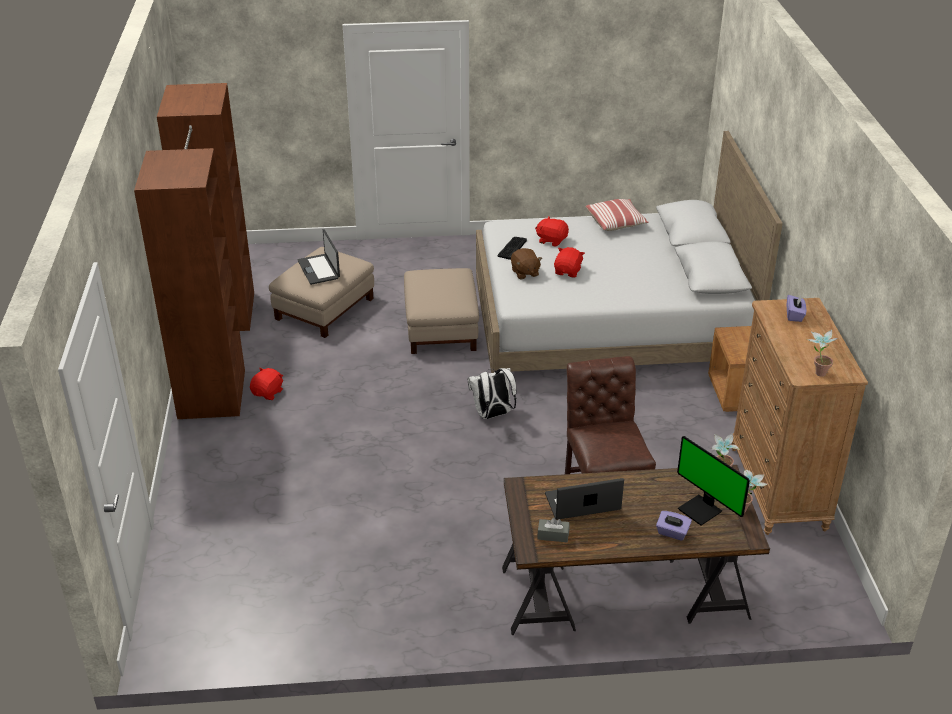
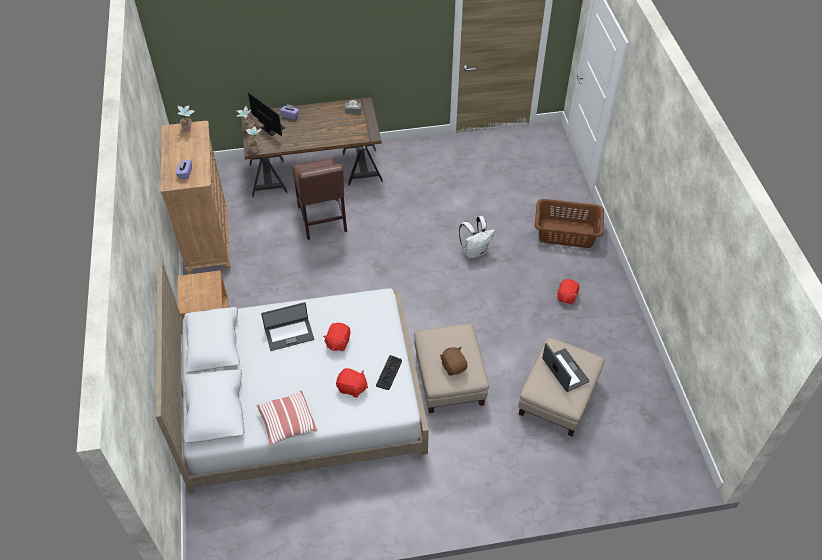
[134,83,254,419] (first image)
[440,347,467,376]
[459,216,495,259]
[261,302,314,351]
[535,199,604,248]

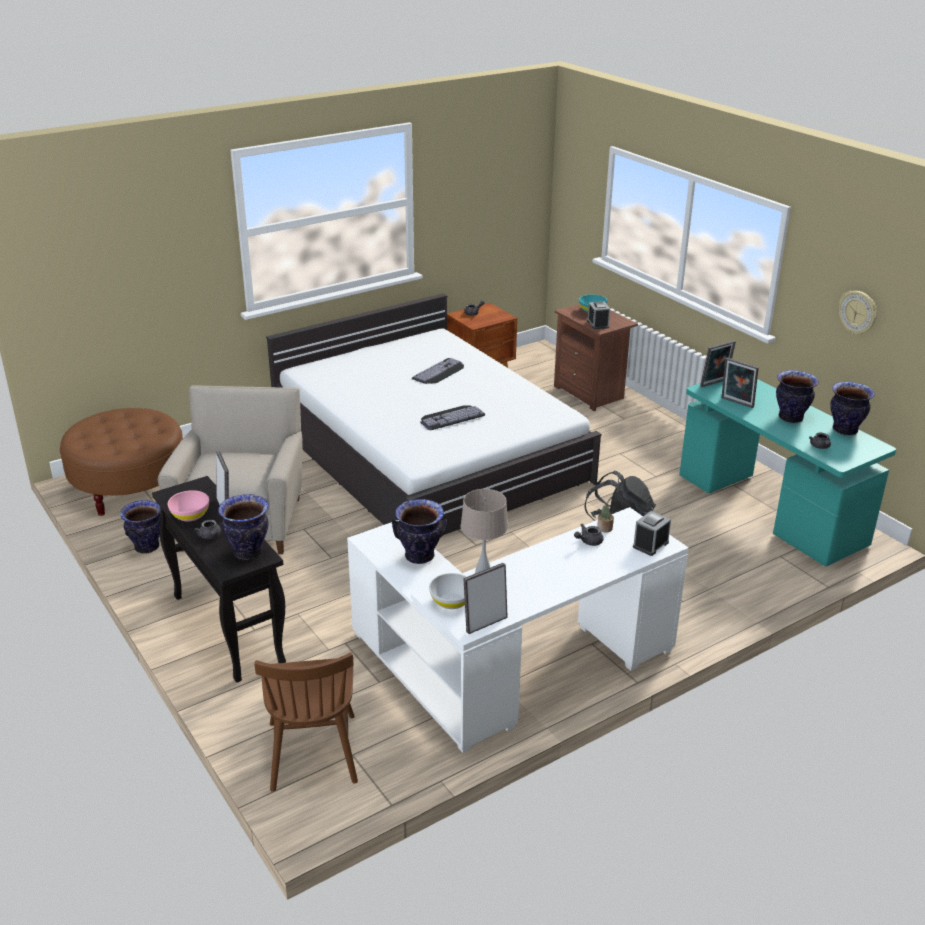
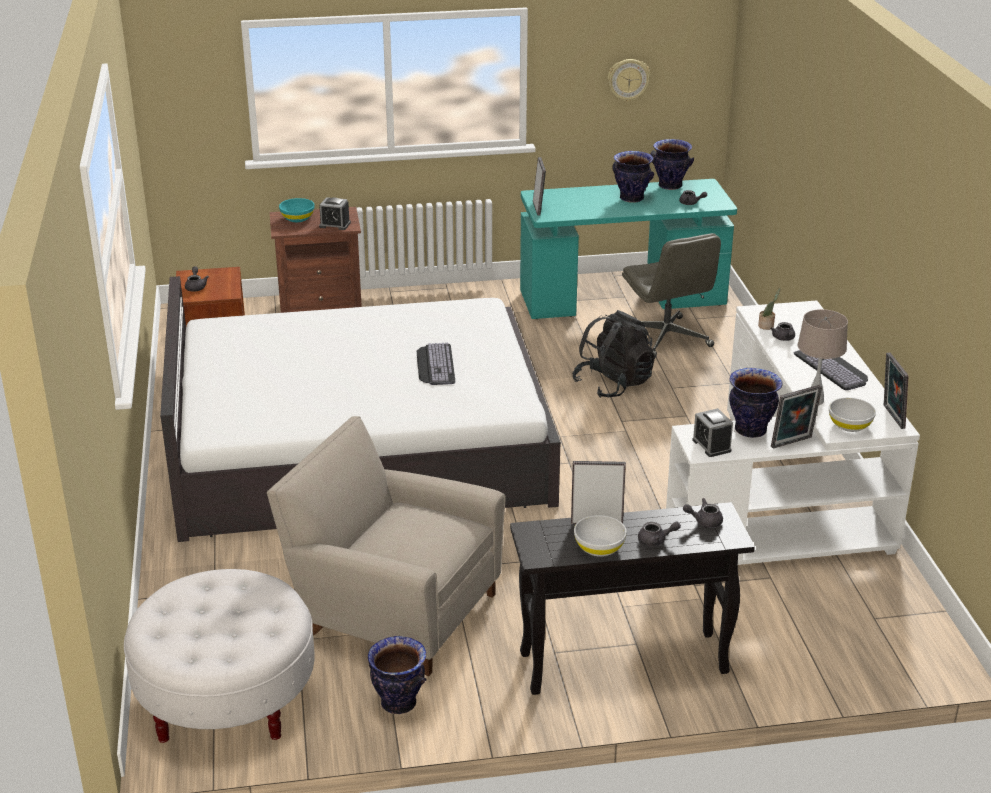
[794,350,868,390]
[771,385,822,449]
[124,569,315,743]
[574,515,627,557]
[683,498,723,528]
[692,408,733,457]
[254,652,358,792] (first image)
[622,233,721,358]

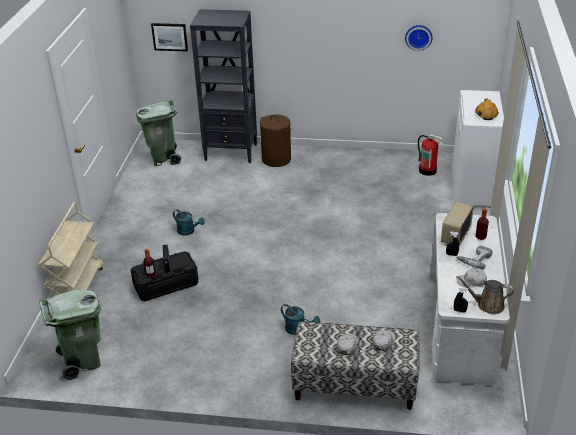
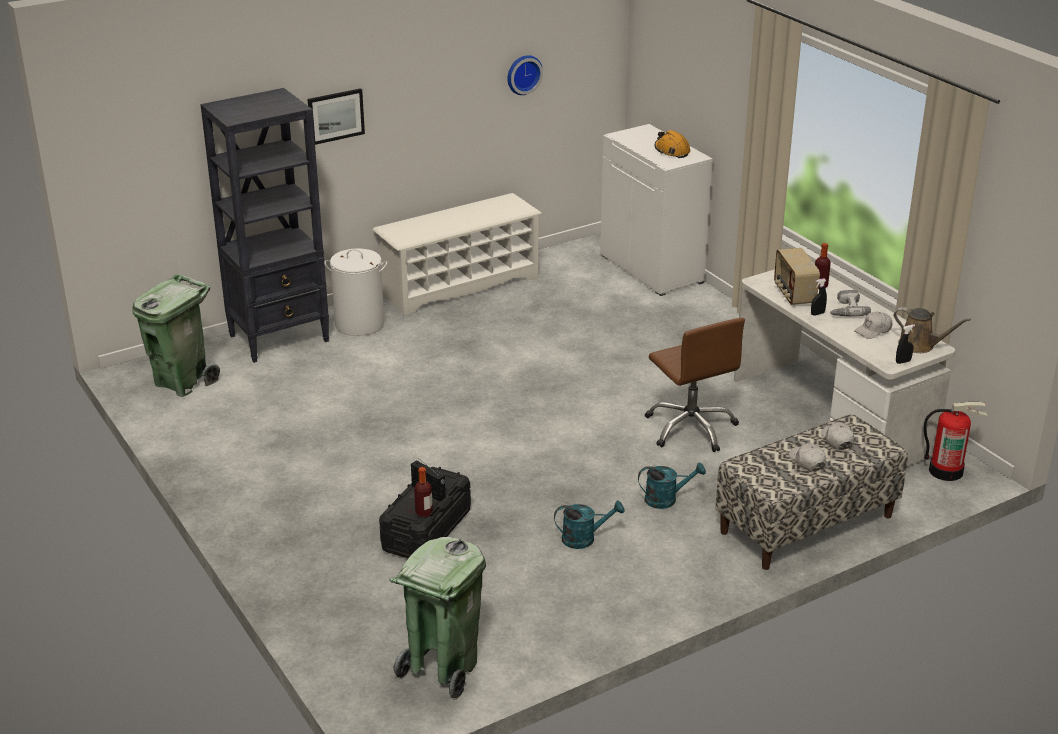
[308,88,365,145]
[325,248,388,336]
[924,402,988,481]
[38,202,103,297] (first image)
[554,500,624,549]
[894,307,971,353]
[373,193,541,316]
[645,318,745,452]

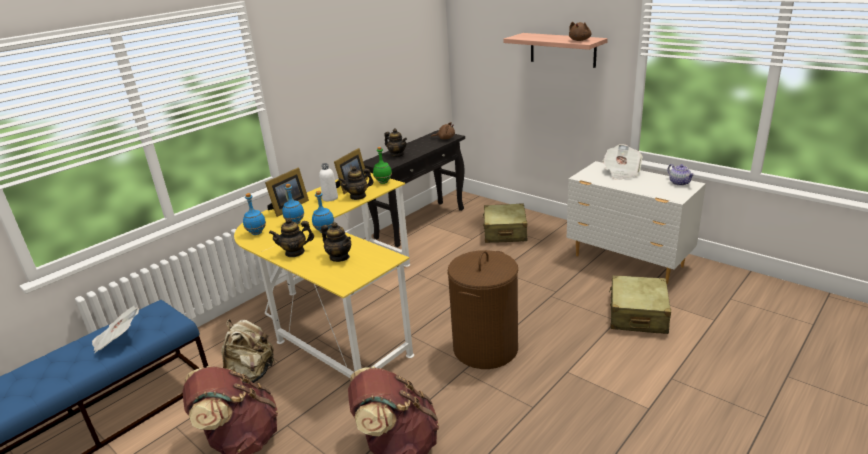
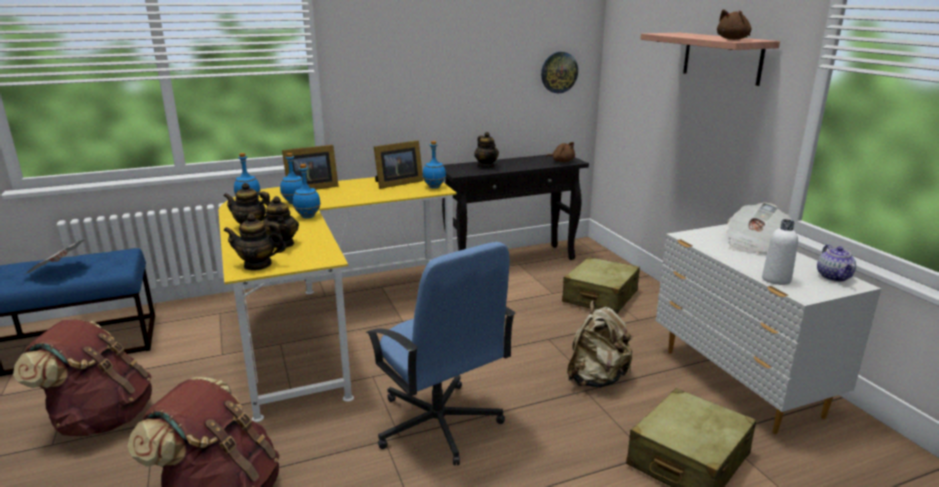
[422,141,446,188]
[762,219,798,285]
[223,214,286,271]
[366,242,516,465]
[567,301,633,387]
[541,52,578,93]

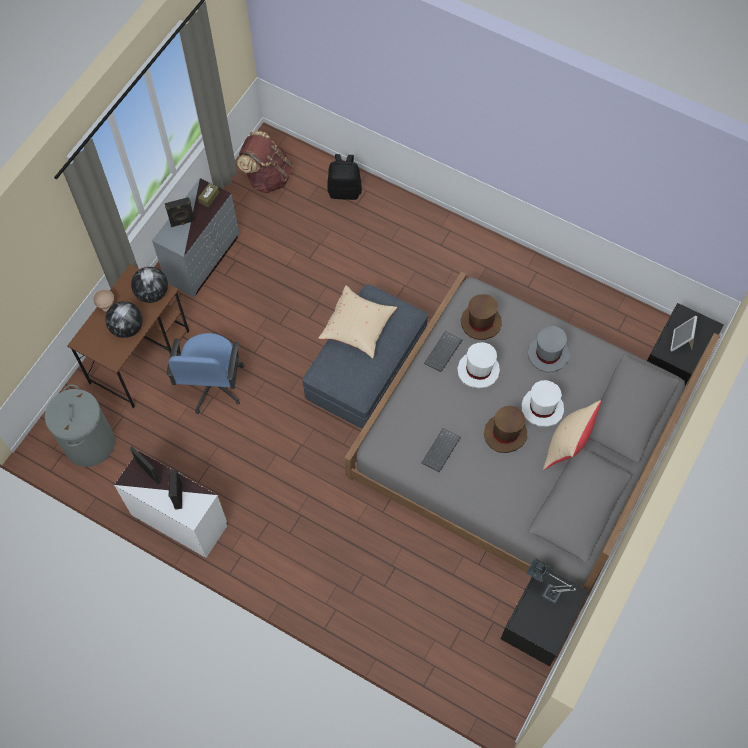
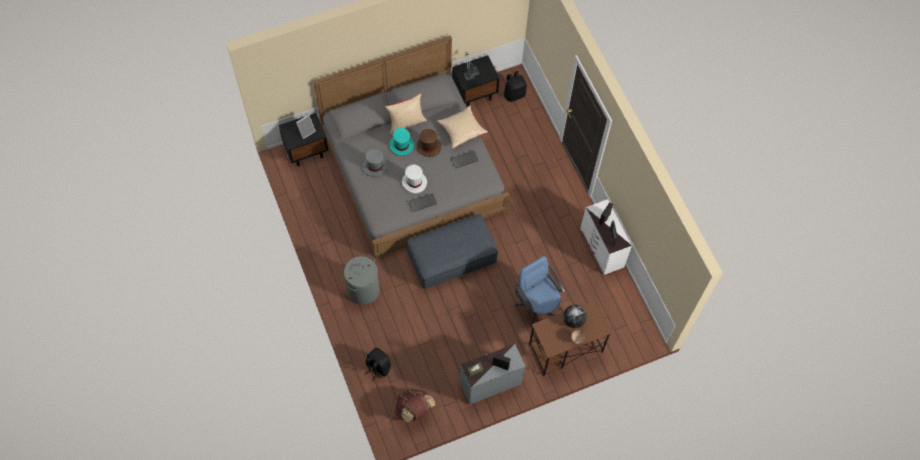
[131,267,168,303] (first image)
[437,106,488,148]
[461,294,502,340] (first image)
[515,256,565,327]
[389,128,414,156]
[344,255,380,305]
[504,71,527,102]

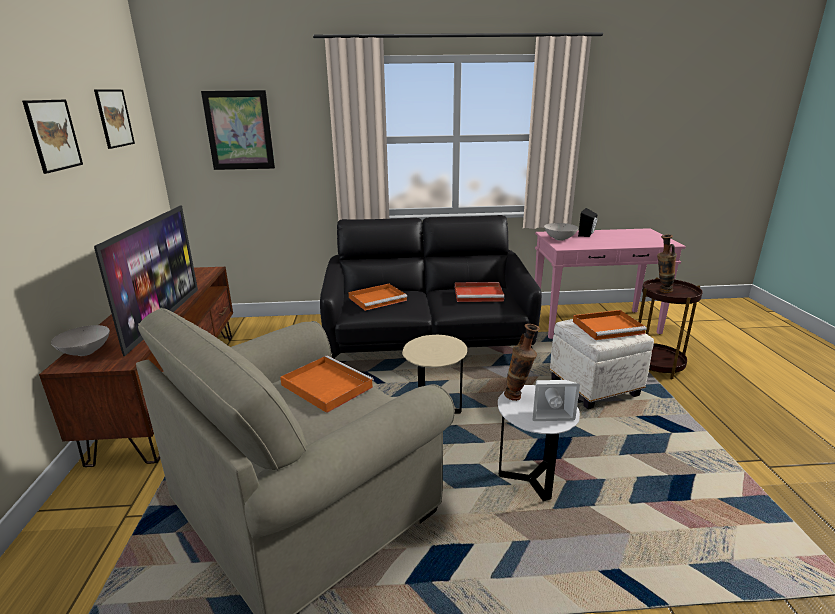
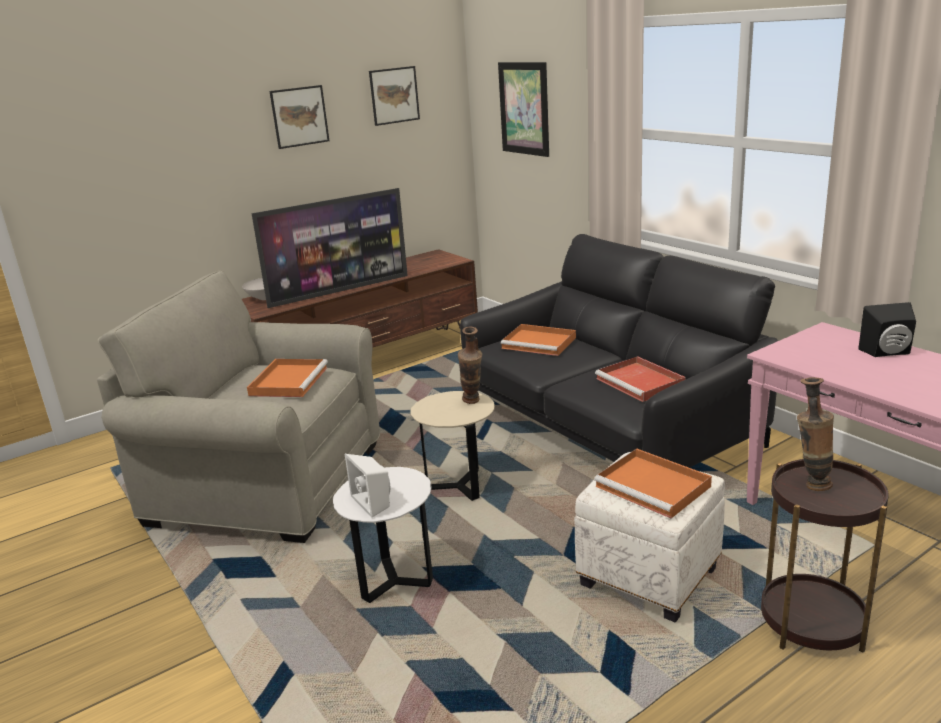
[544,223,578,241] (first image)
[458,327,482,404]

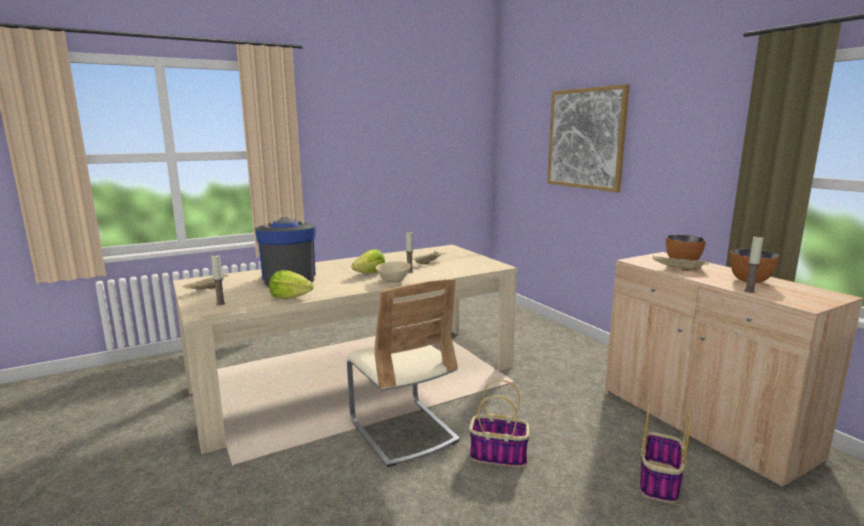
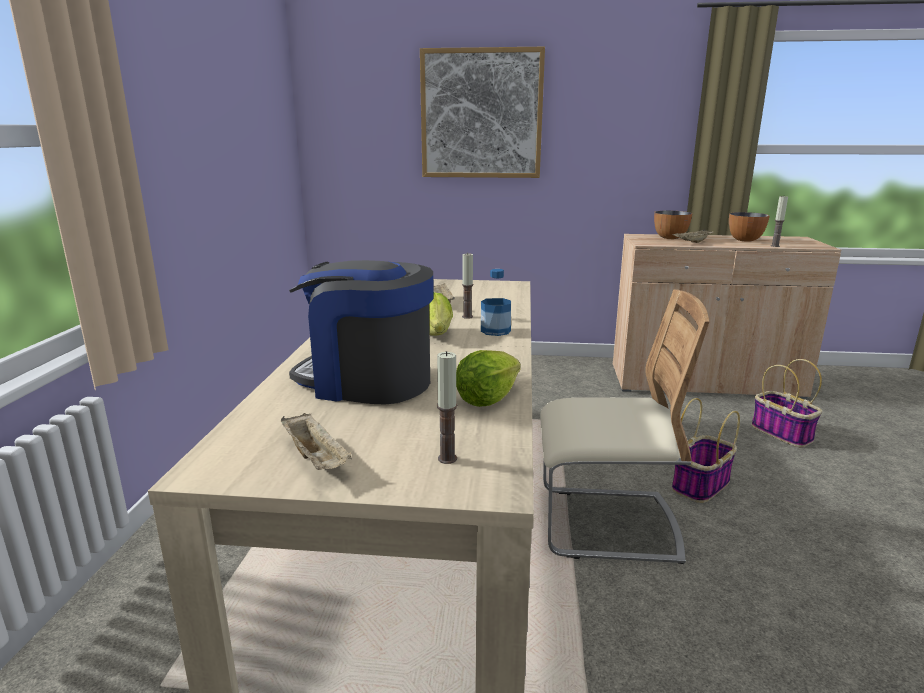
[481,269,511,336]

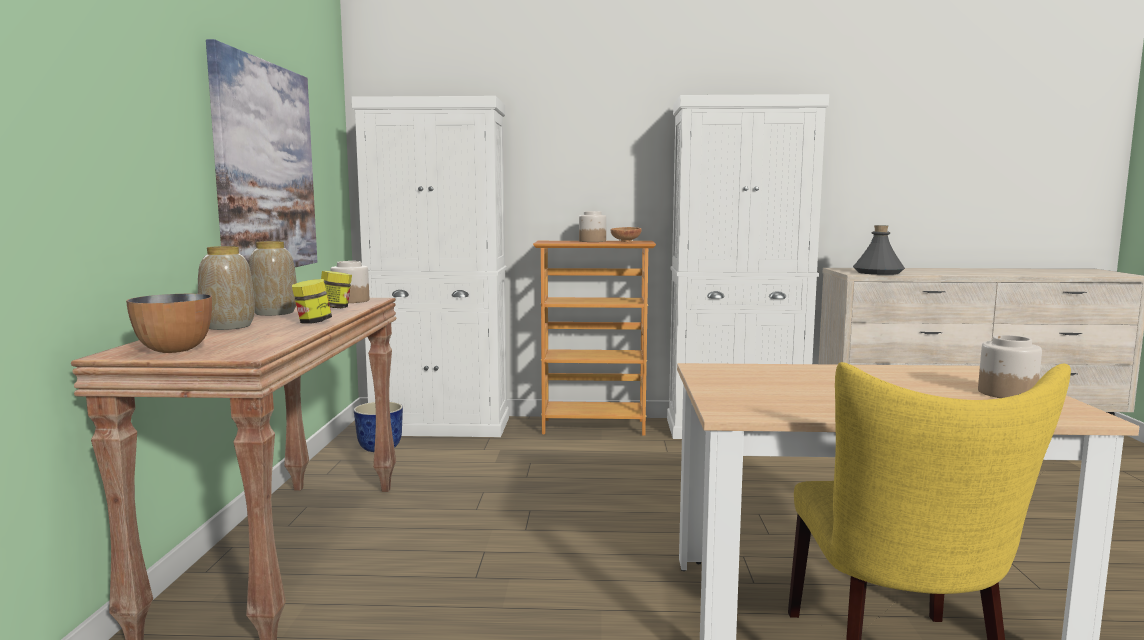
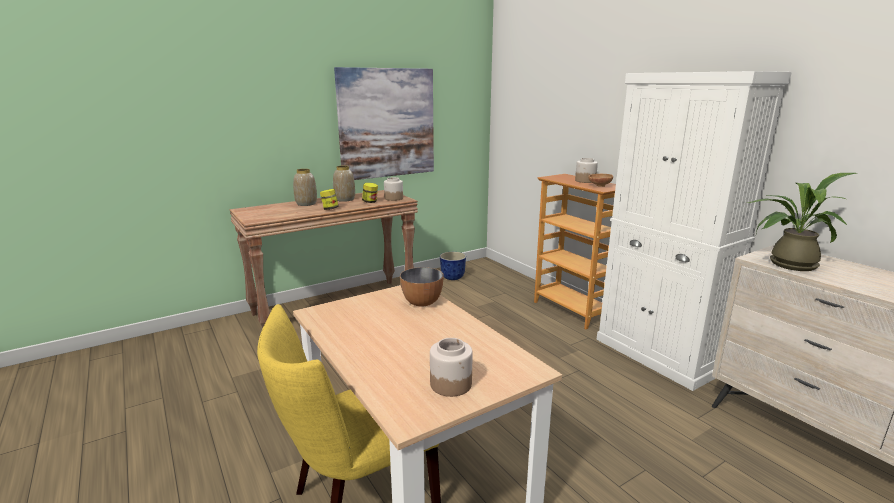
[352,96,509,437] (first image)
[747,173,857,271]
[400,267,443,307]

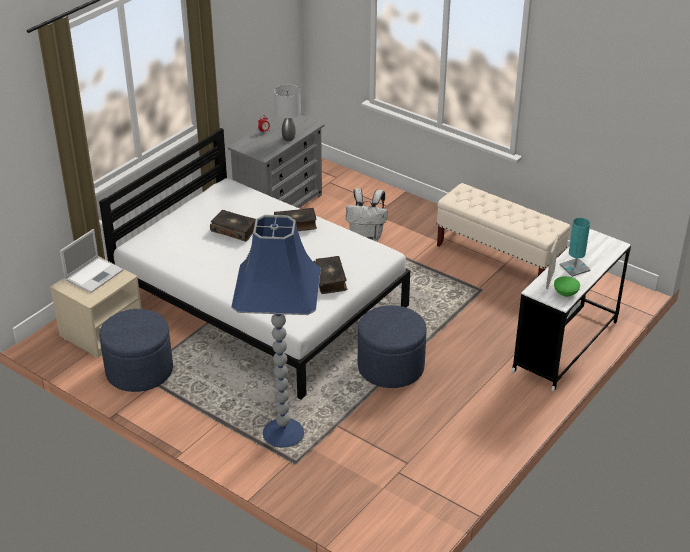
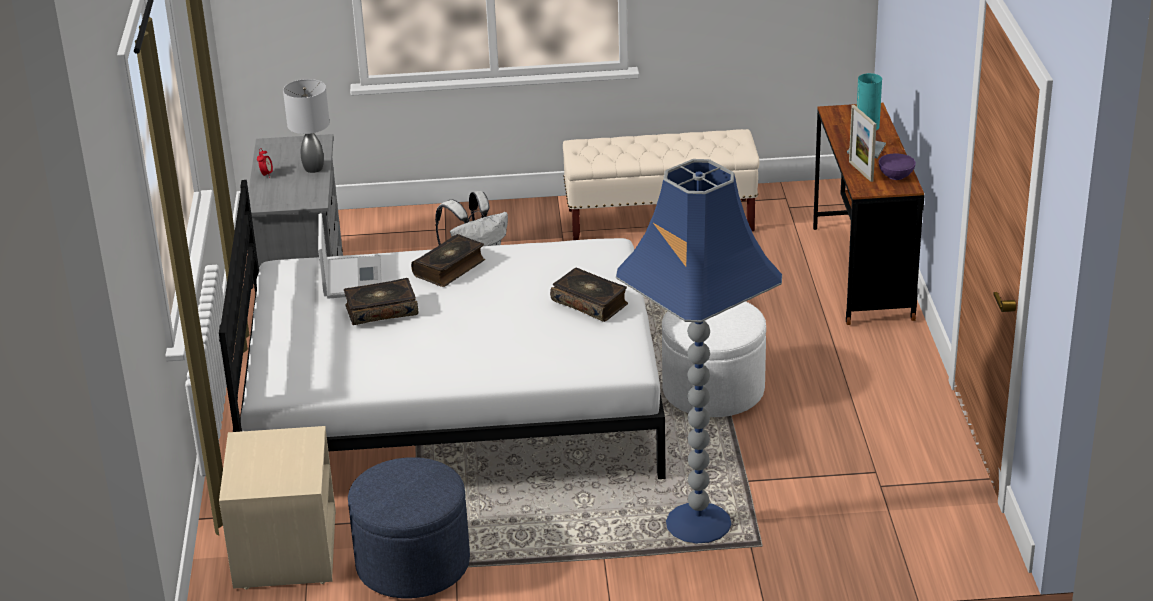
[813,103,924,325]
[318,213,382,299]
[879,154,916,180]
[662,301,766,417]

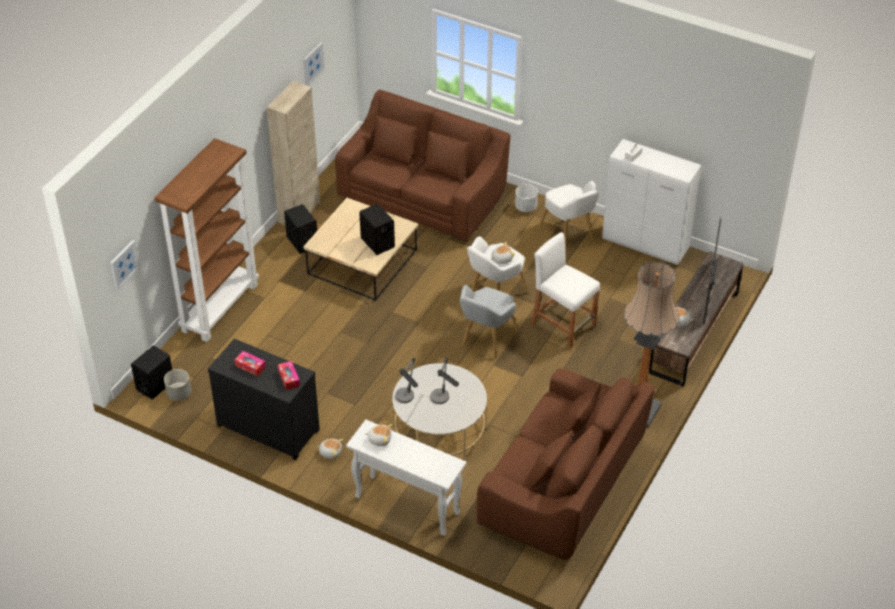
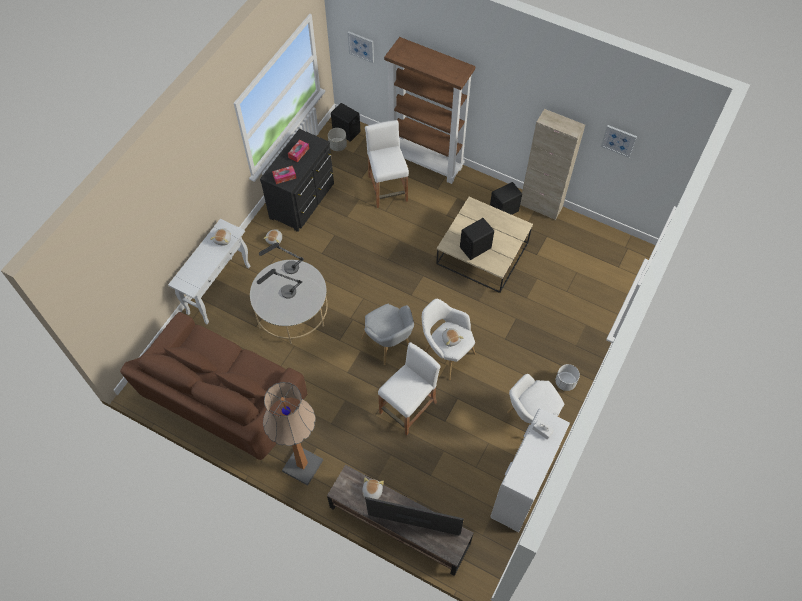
[335,90,510,241] (first image)
[361,304,414,365]
[365,120,409,208]

